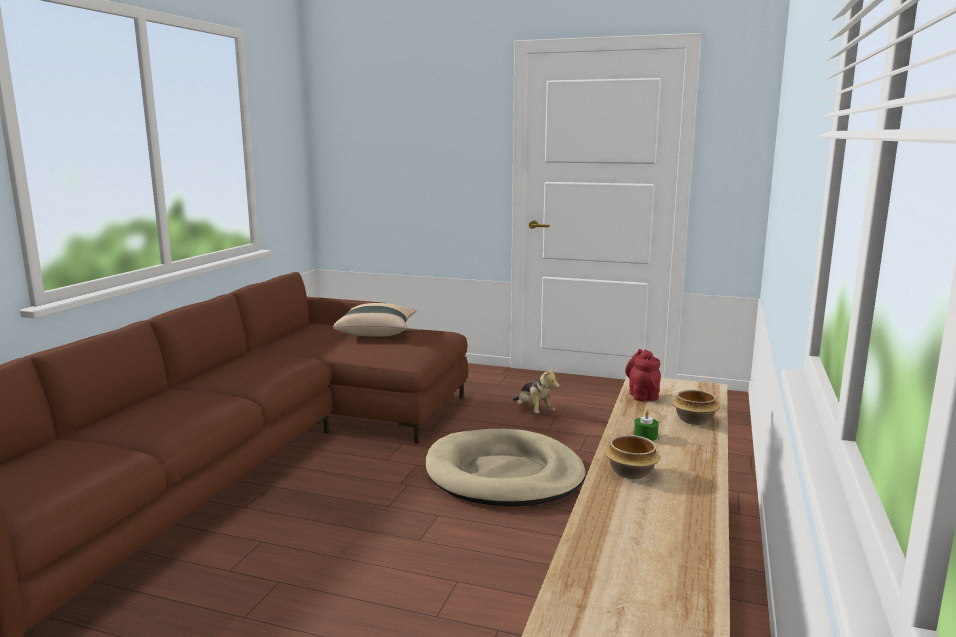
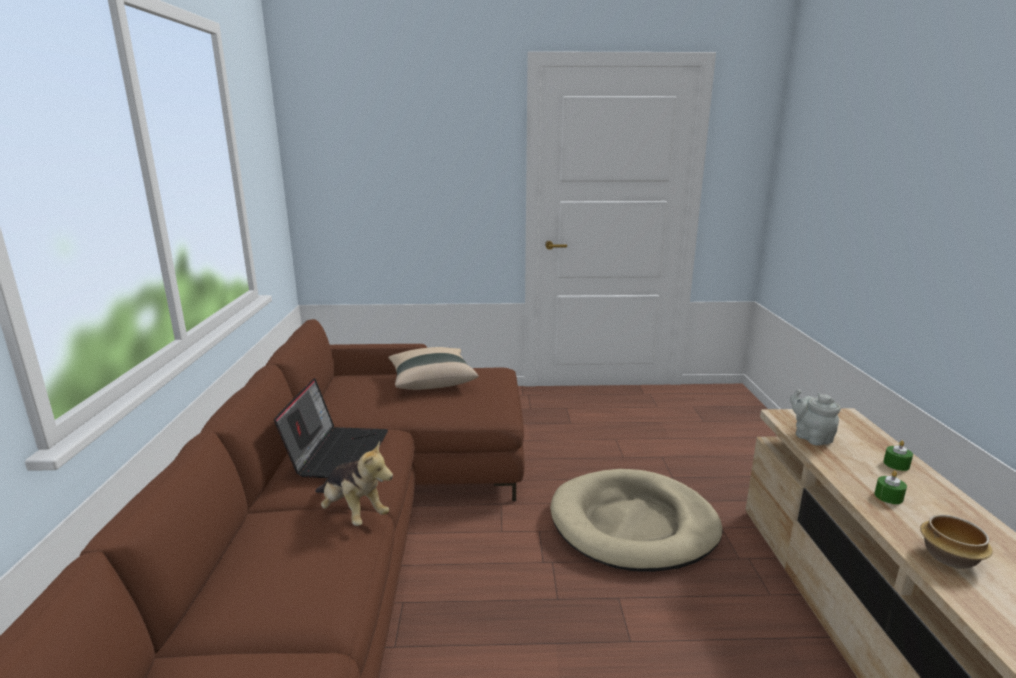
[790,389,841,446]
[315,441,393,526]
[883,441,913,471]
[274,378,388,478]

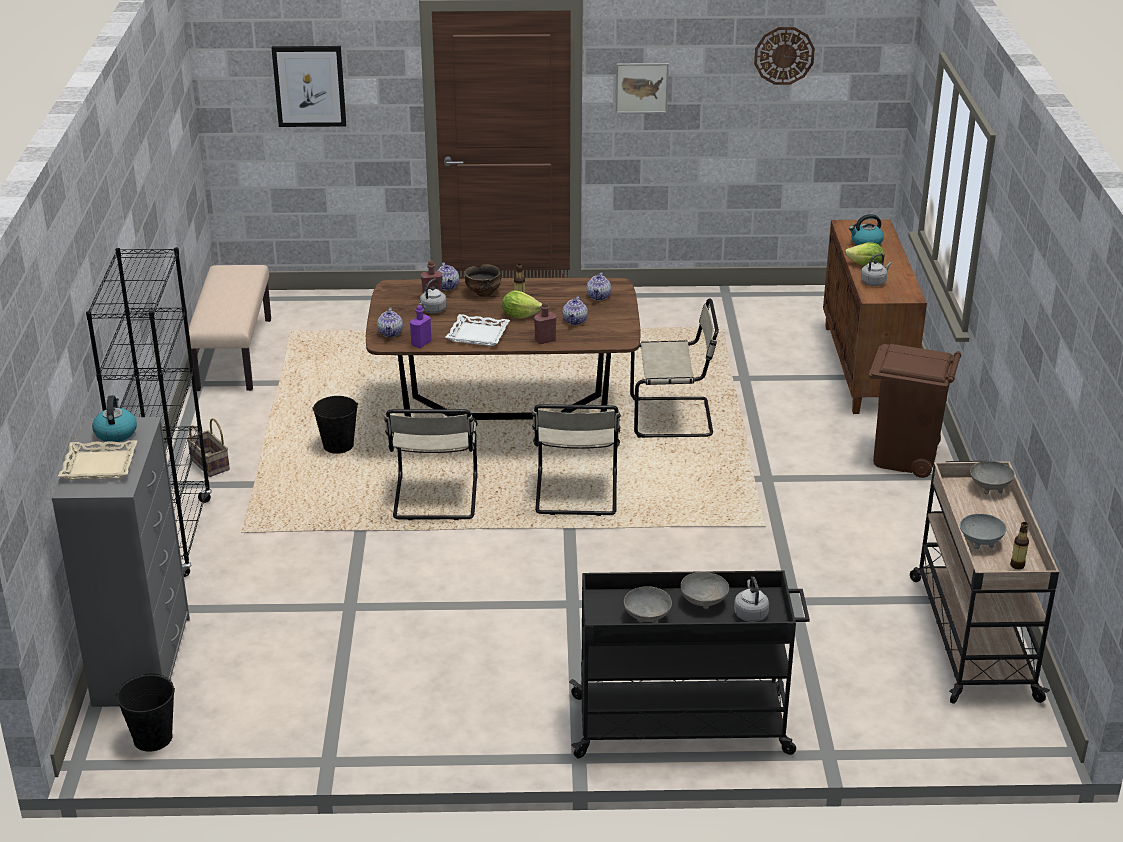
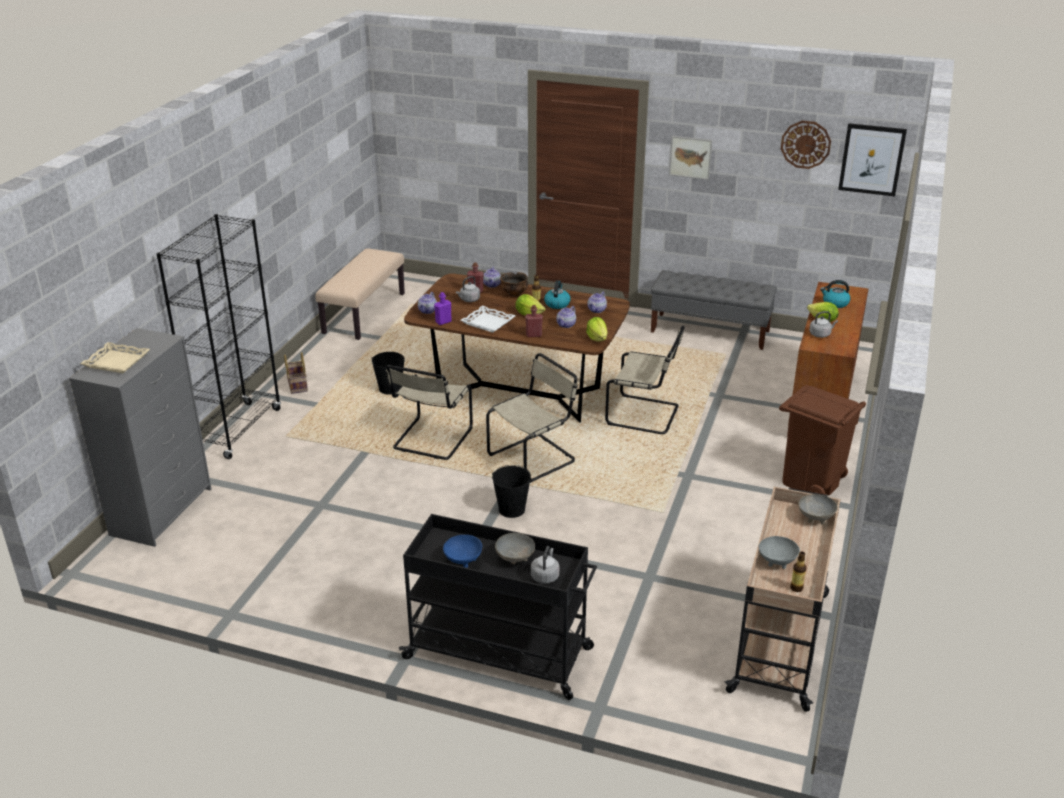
[838,123,907,196]
[544,280,571,309]
[486,353,578,483]
[443,535,482,568]
[492,465,531,518]
[651,270,777,350]
[586,317,608,342]

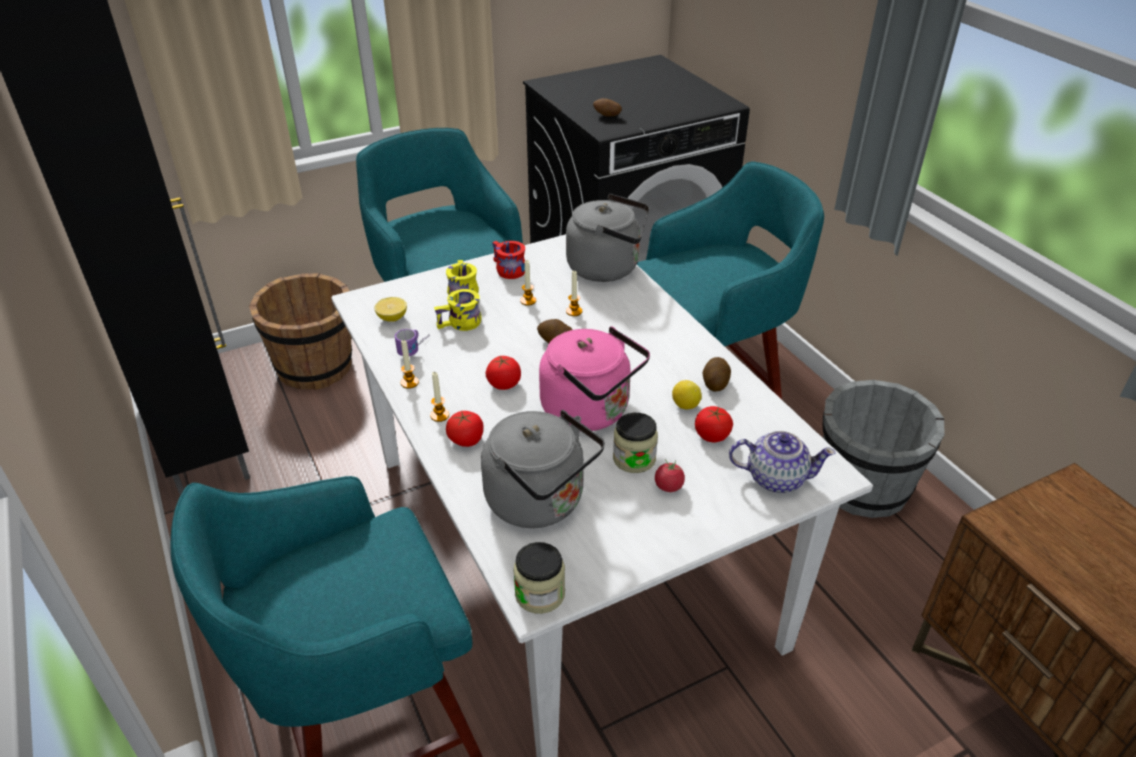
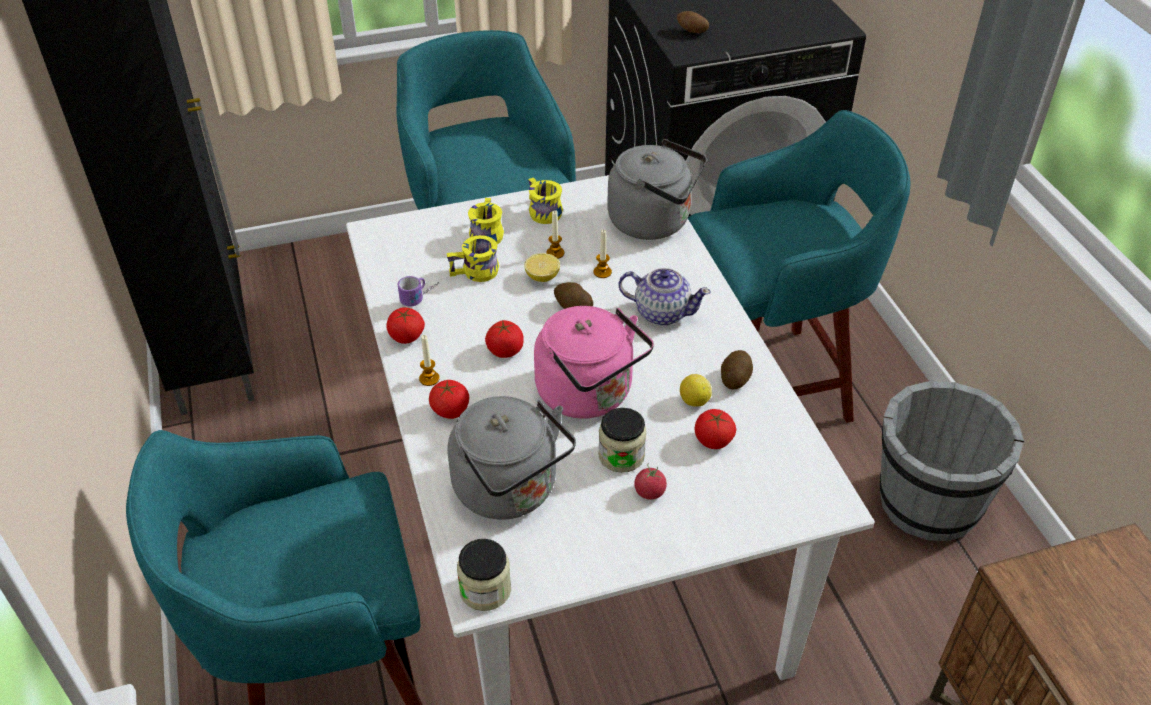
[528,178,563,224]
[249,273,352,390] (first image)
[524,253,560,282]
[386,307,425,344]
[619,268,711,325]

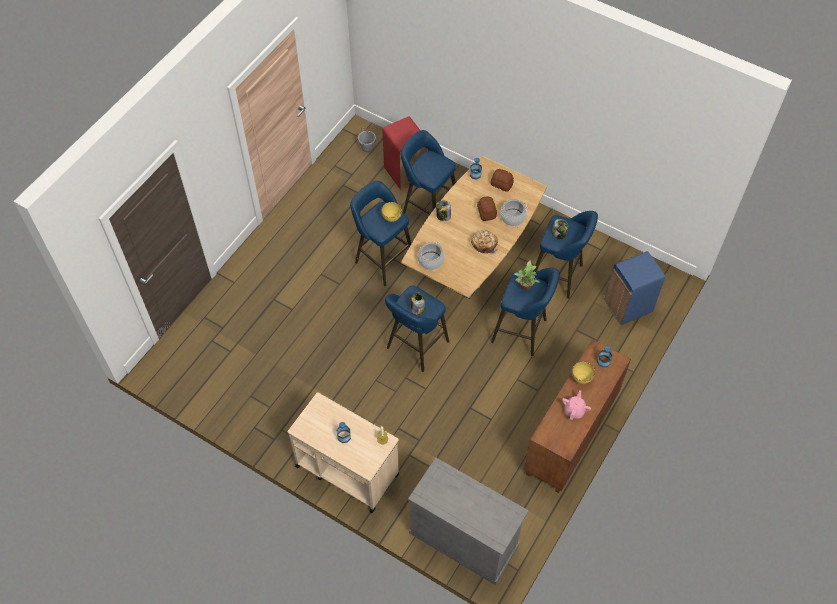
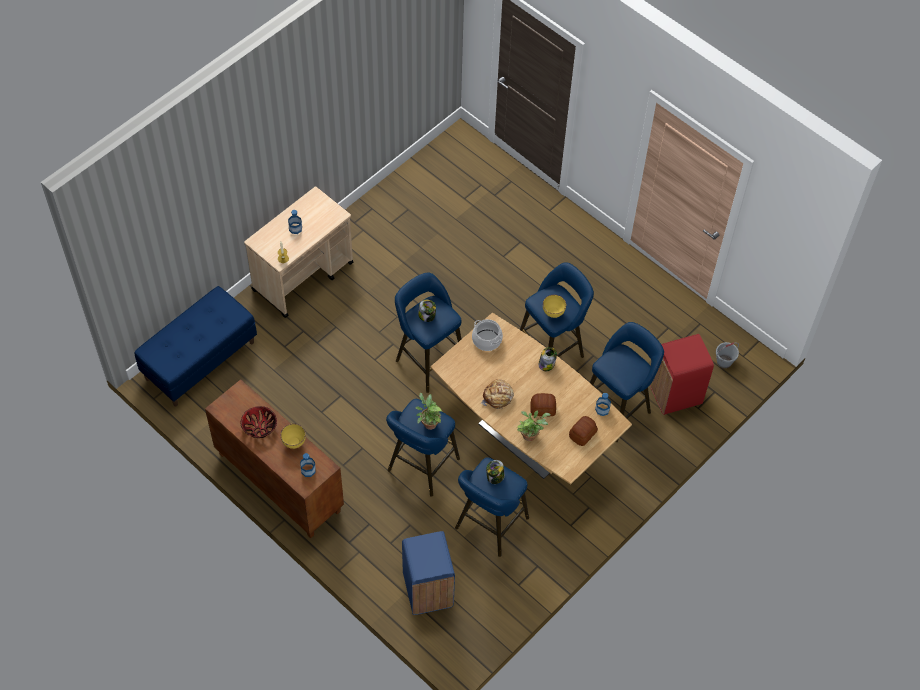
[517,410,551,441]
[241,406,277,438]
[135,286,257,406]

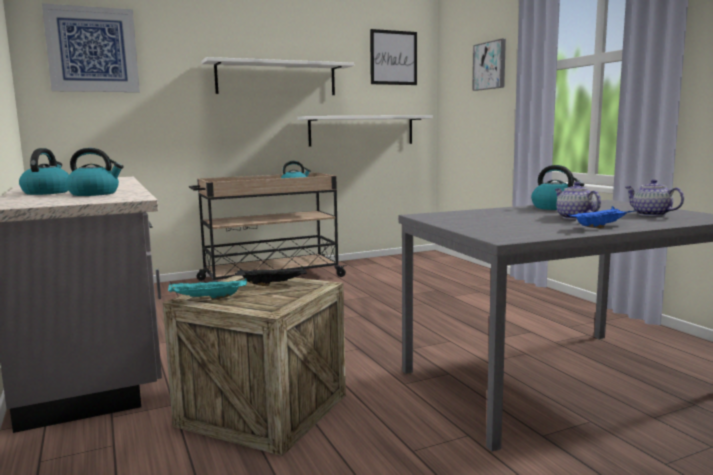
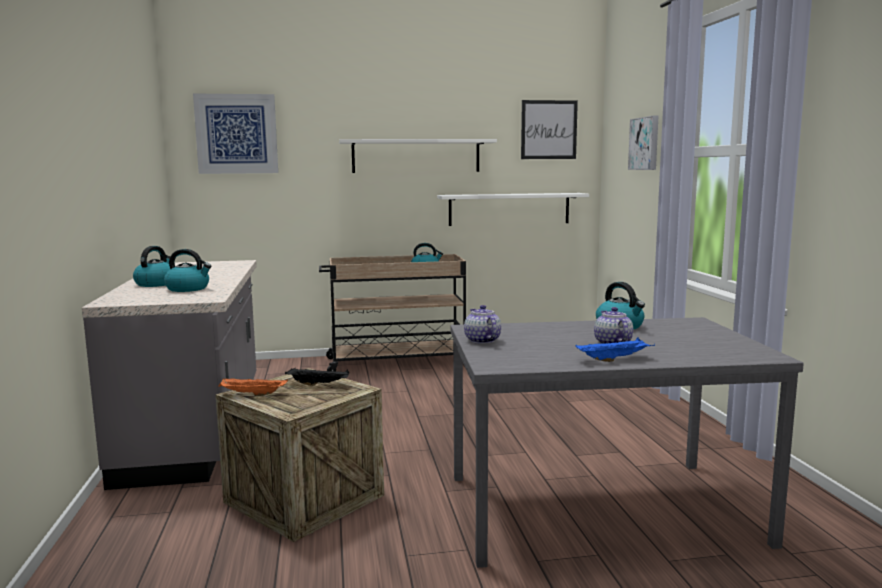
[464,305,501,344]
[218,378,288,396]

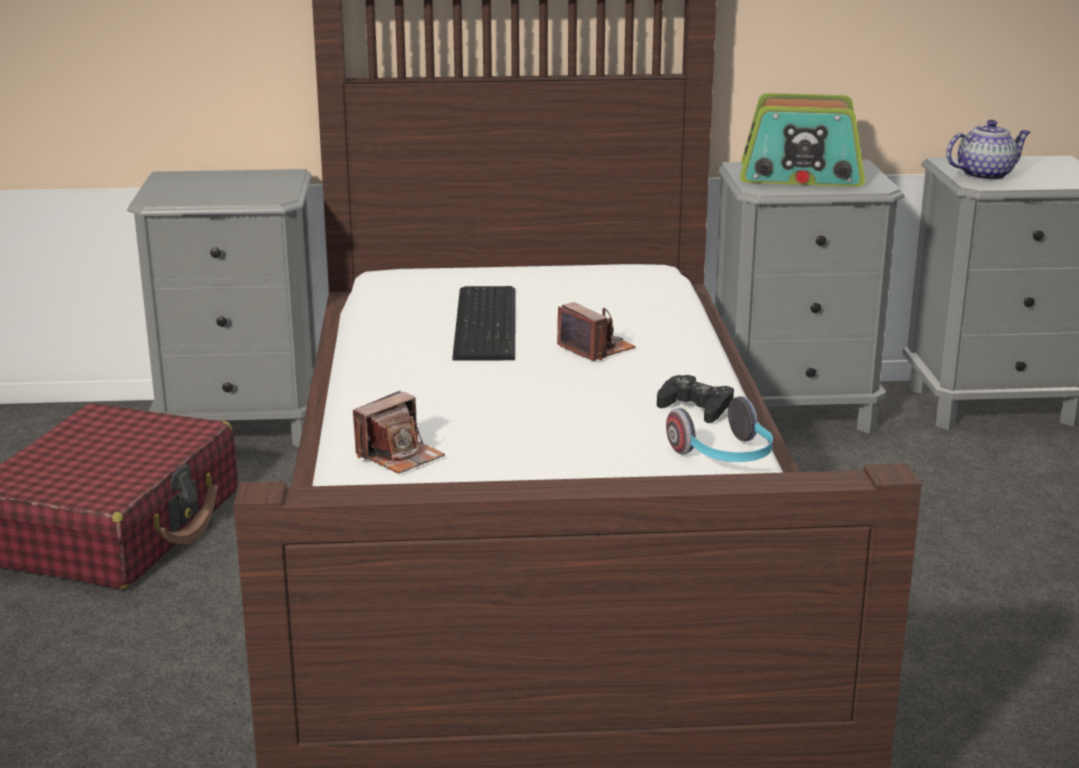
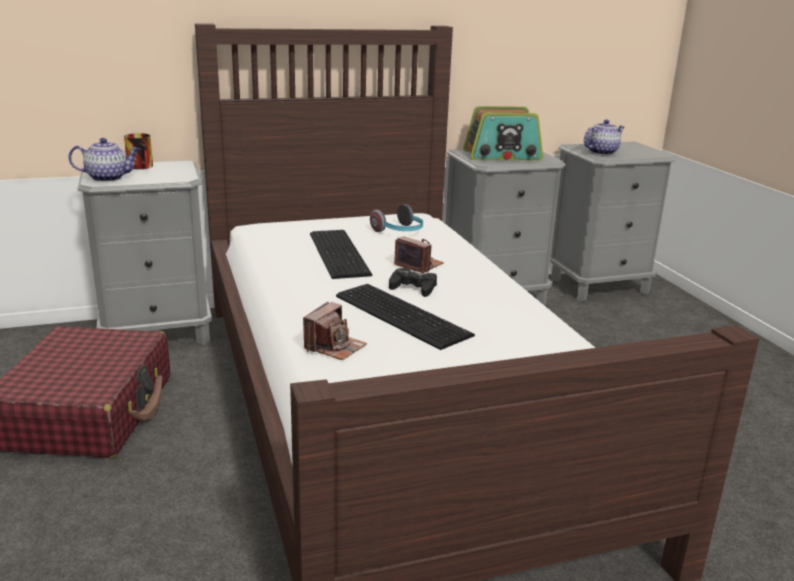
[389,268,437,297]
[370,204,423,232]
[124,133,153,169]
[69,138,140,182]
[336,284,475,350]

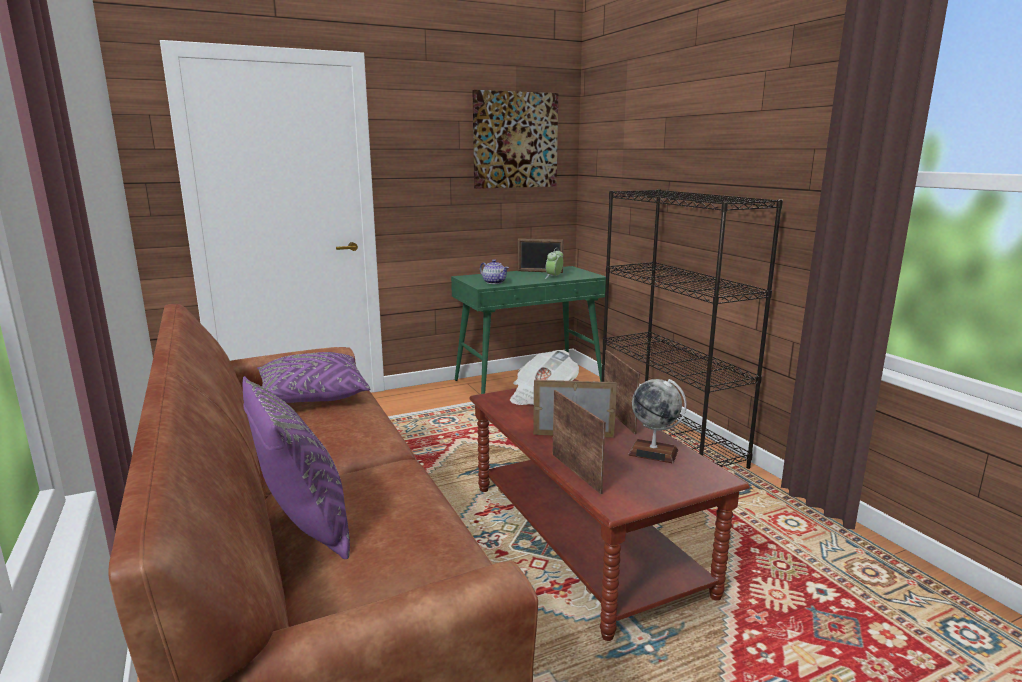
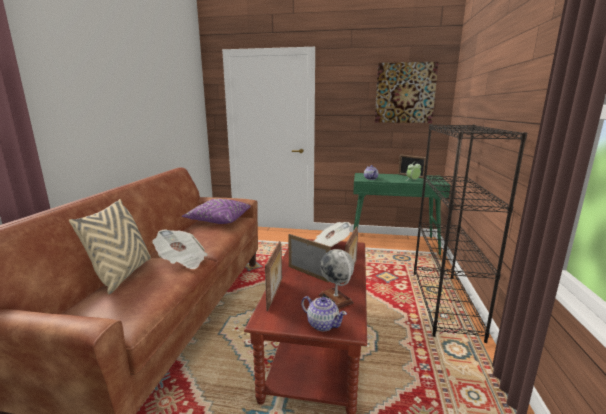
[69,199,151,294]
[152,229,208,269]
[301,296,347,331]

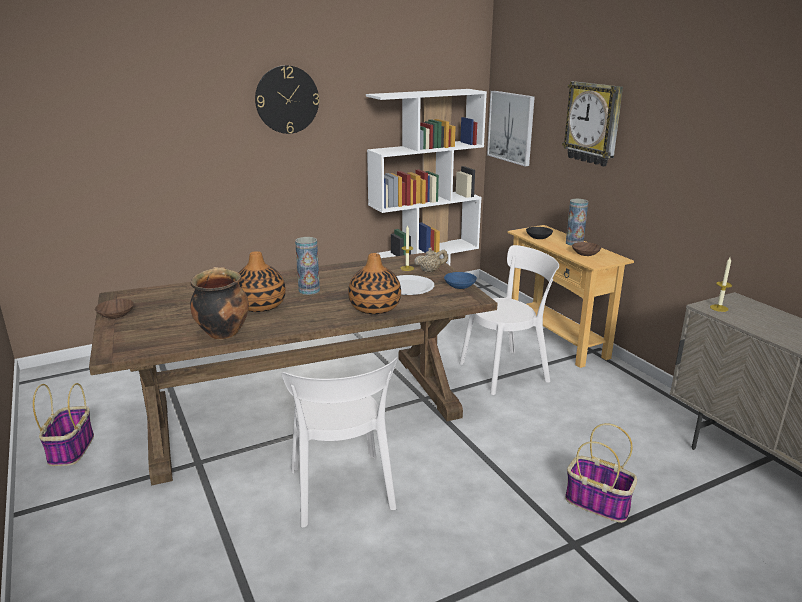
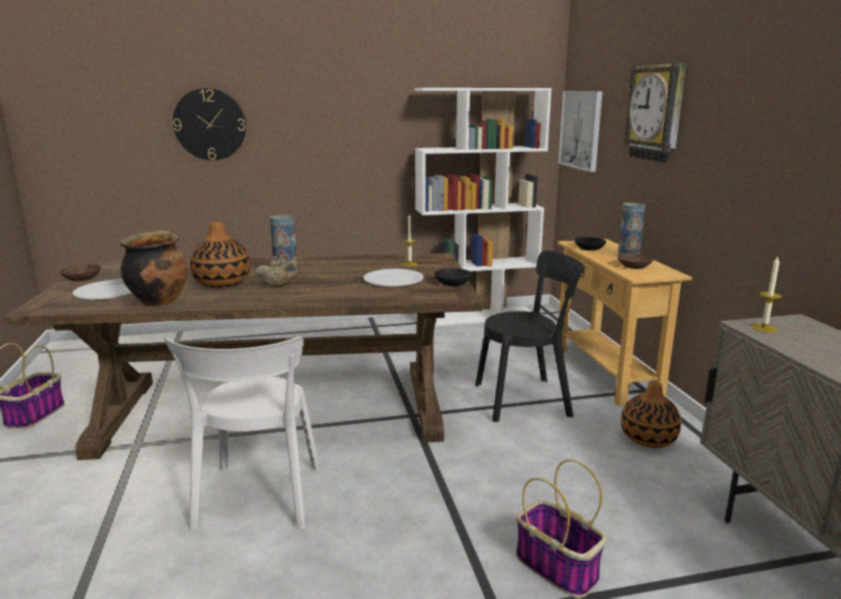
[173,88,246,160]
[475,250,585,422]
[255,256,300,288]
[621,381,681,448]
[434,268,472,286]
[72,280,132,299]

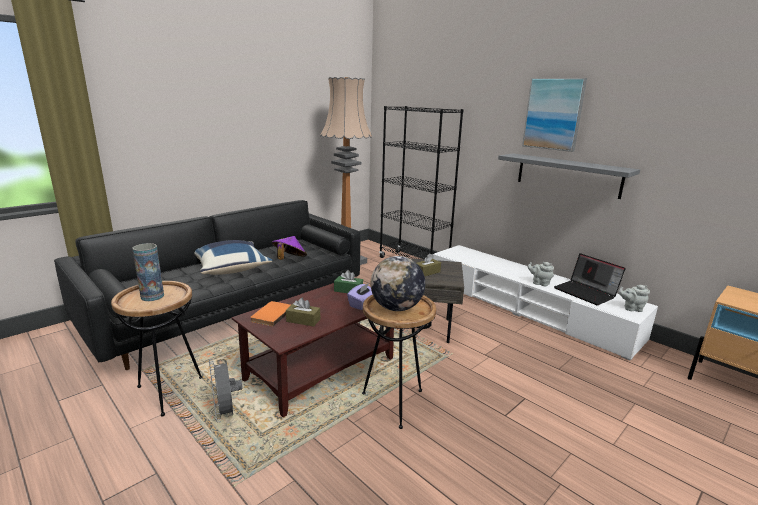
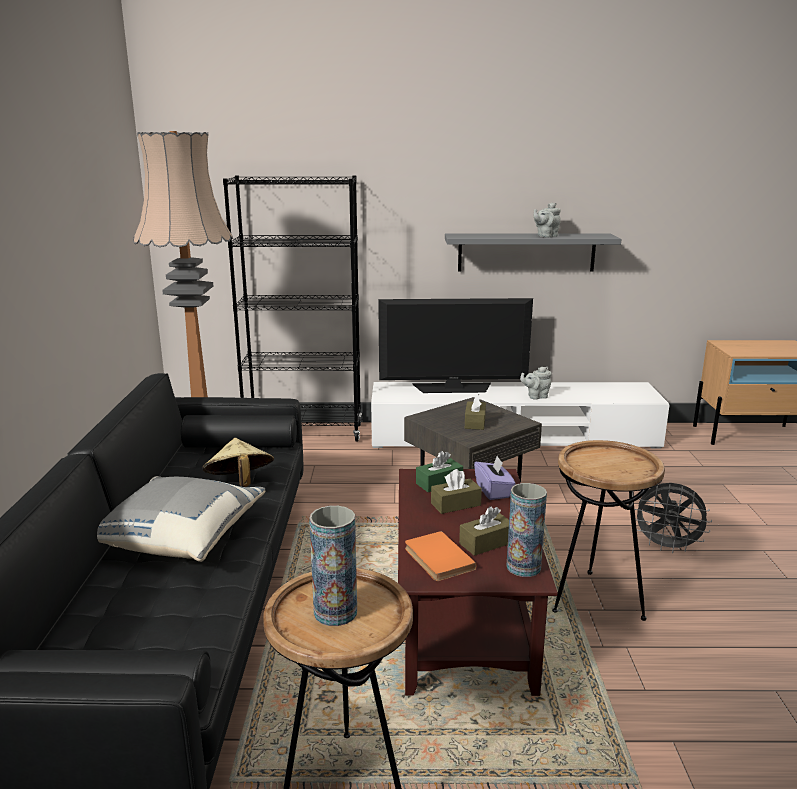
[522,78,587,152] (first image)
[202,438,274,487]
[97,476,265,562]
[554,253,626,305] (first image)
[371,256,425,311] (first image)
[534,203,561,237]
[634,483,712,553]
[378,298,533,393]
[431,469,482,514]
[506,483,547,577]

